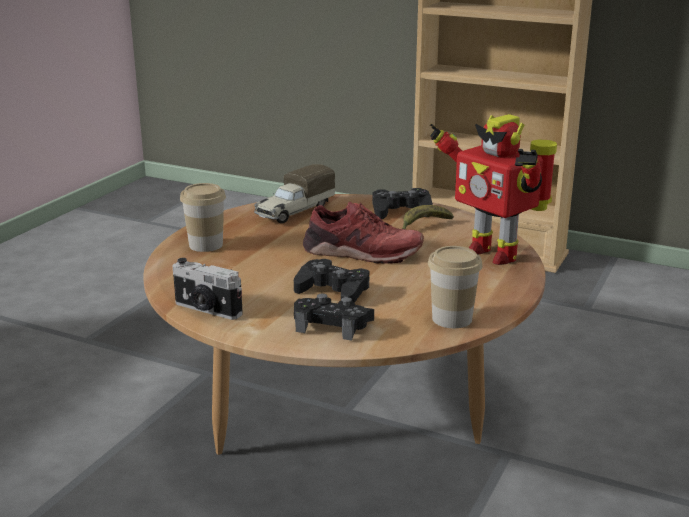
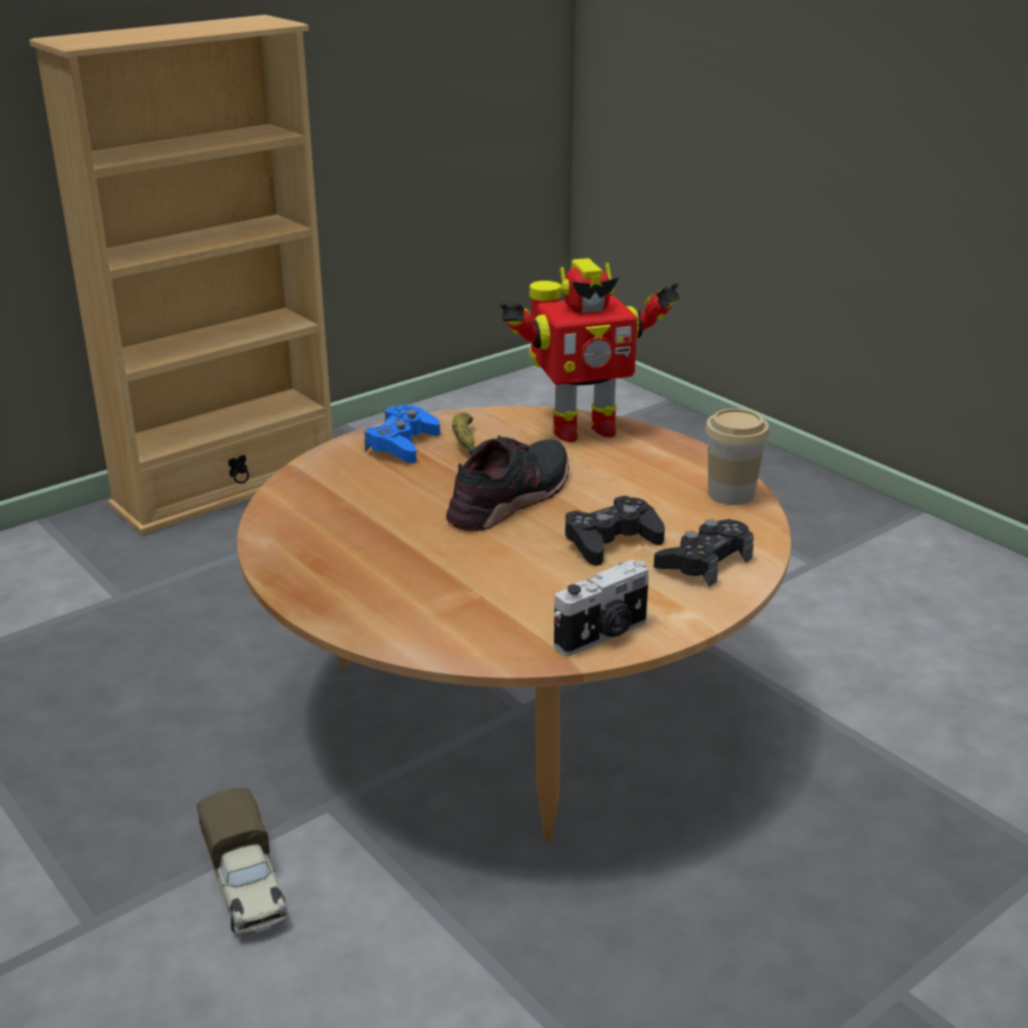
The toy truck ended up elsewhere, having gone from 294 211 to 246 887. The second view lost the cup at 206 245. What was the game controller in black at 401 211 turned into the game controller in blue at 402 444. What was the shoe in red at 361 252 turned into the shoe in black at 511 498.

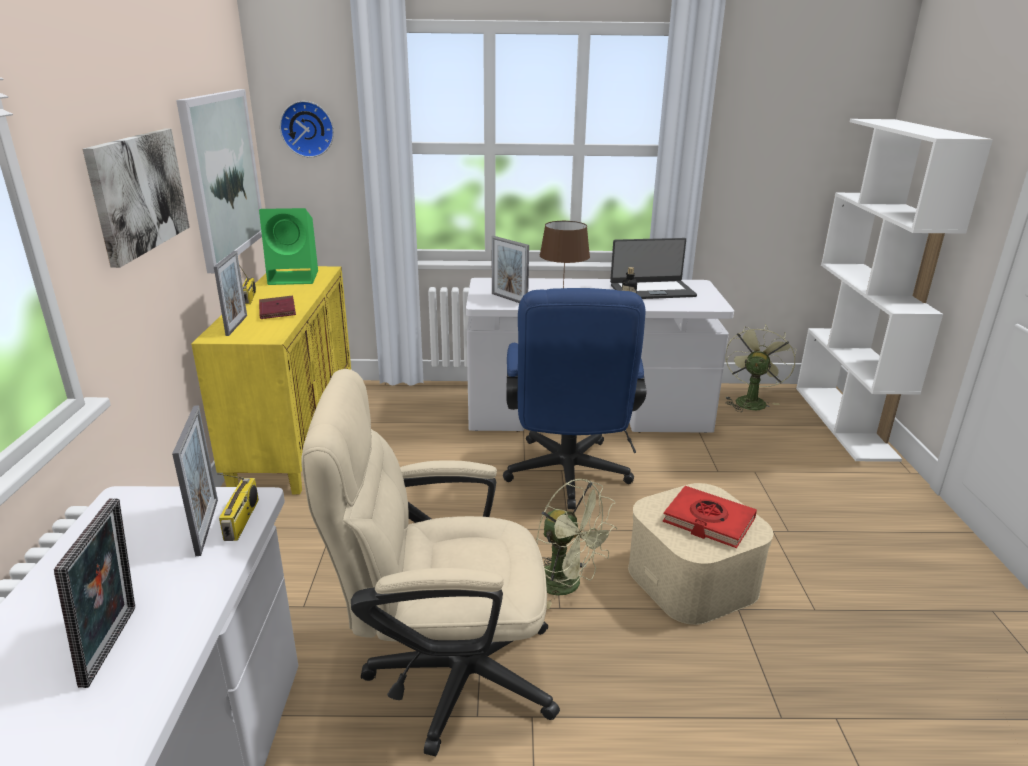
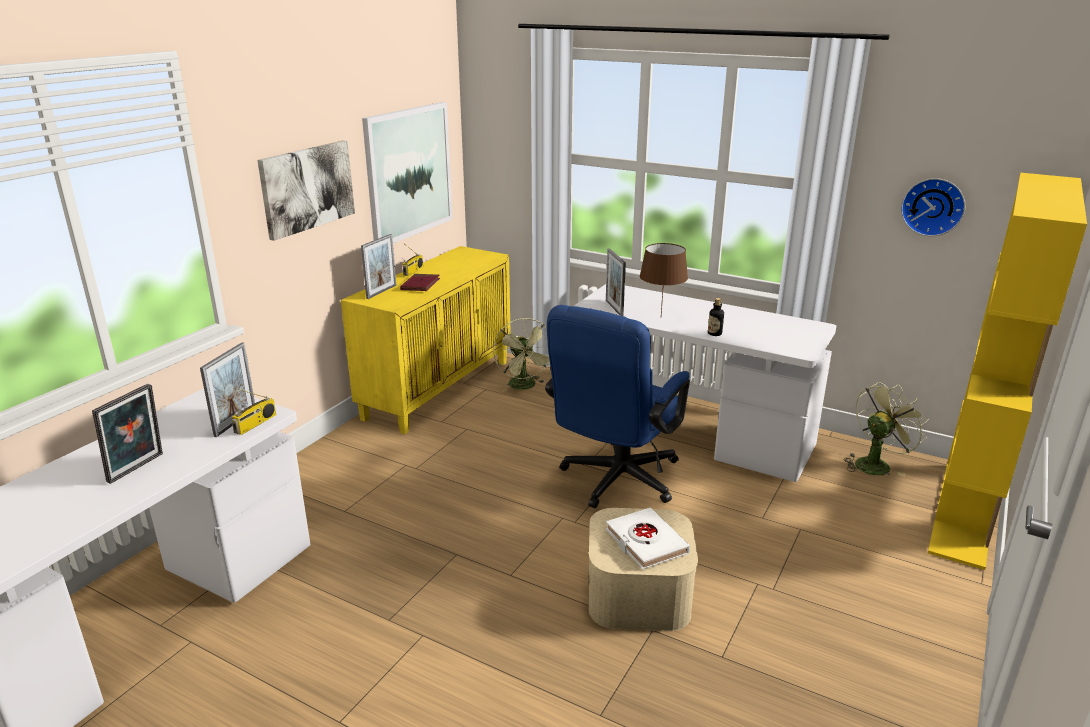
The wall clock ended up elsewhere, having gone from 308 129 to 933 206. What was the bookcase in white at 845 422 turned into the bookcase in yellow at 965 513. The second view lost the speaker in green at 295 277. The second view lost the laptop at 652 290. The second view lost the office chair in beige at 444 673. The fan in green ended up elsewhere, having gone from 567 585 to 525 386. What was the book in red at 708 521 turned into the book in white at 646 542.

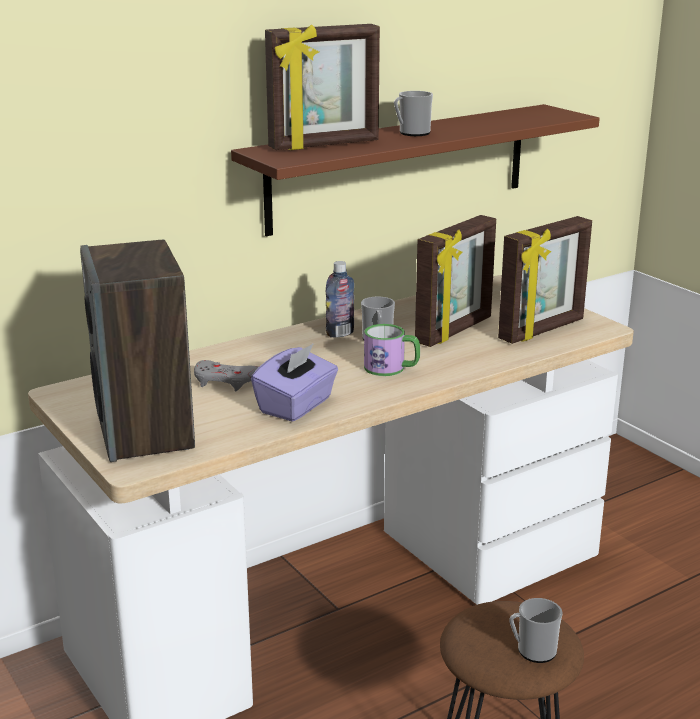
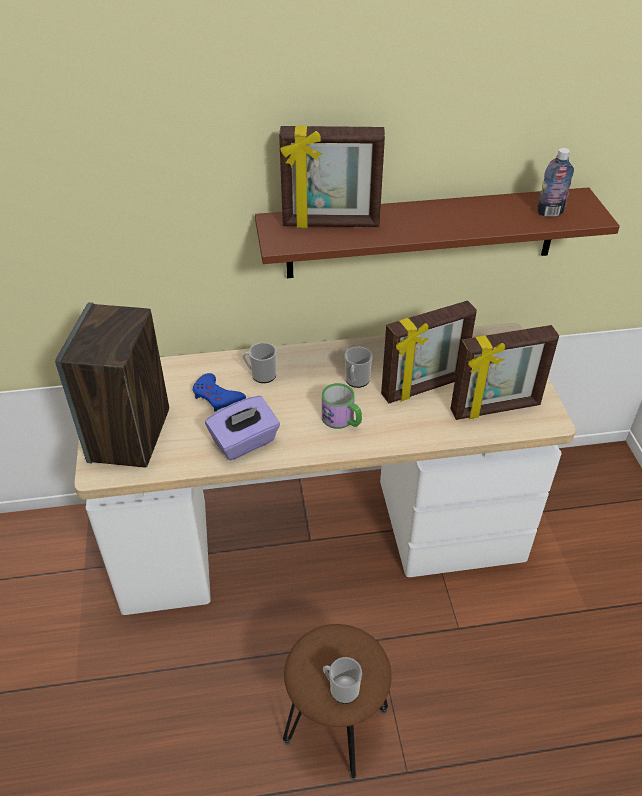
The mug ended up elsewhere, having gone from 411 133 to 261 375. The bottle ended up elsewhere, having gone from 340 333 to 549 213. What was the game controller in grey at 226 381 turned into the game controller in blue at 217 397.

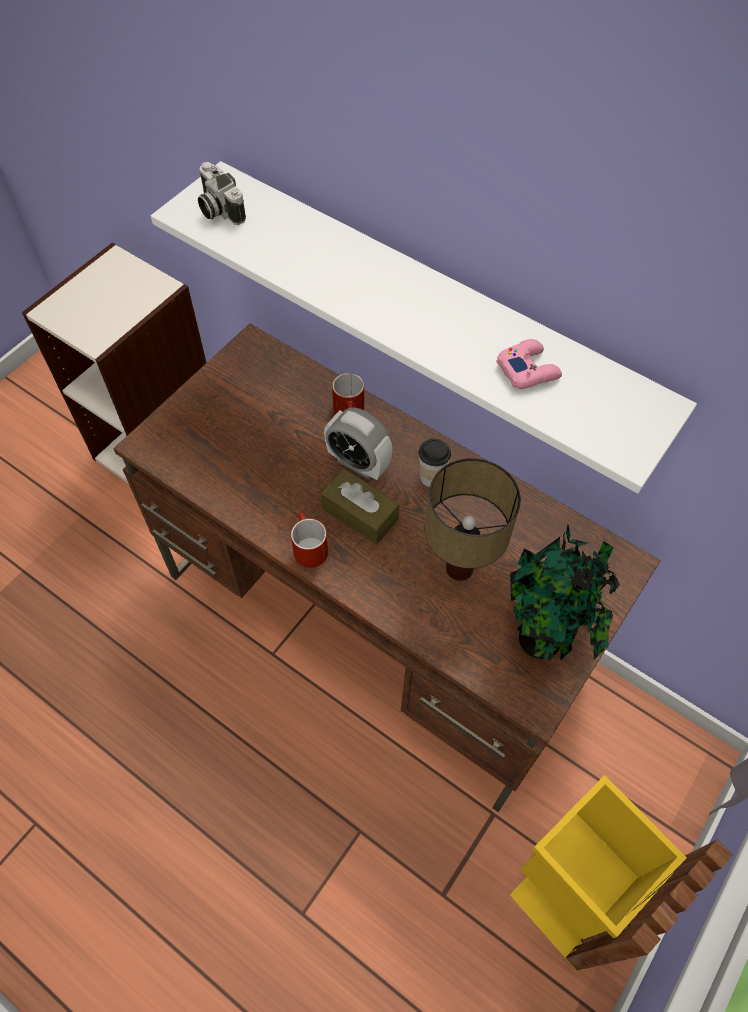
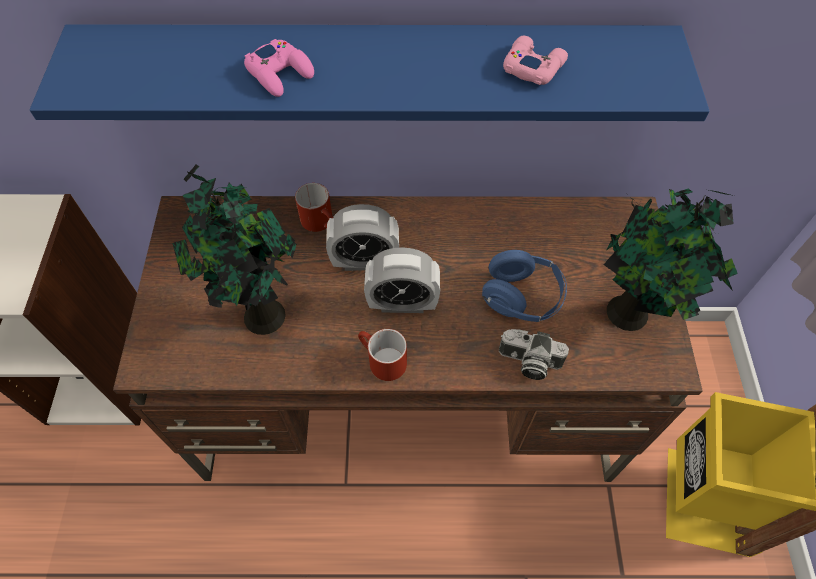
What was the shelf in white at 431 306 turned into the shelf in blue at 375 69. The photo camera ended up elsewhere, having gone from 218 209 to 528 362. The second view lost the cup at 431 477. Where the table lamp stood at 459 570, the headphones in blue came to stand at 521 298. Where the tissue box in brown stood at 360 514, the alarm clock came to stand at 402 303. The second view gained the game controller in pink at 280 73. The second view gained the potted plant at 260 315.

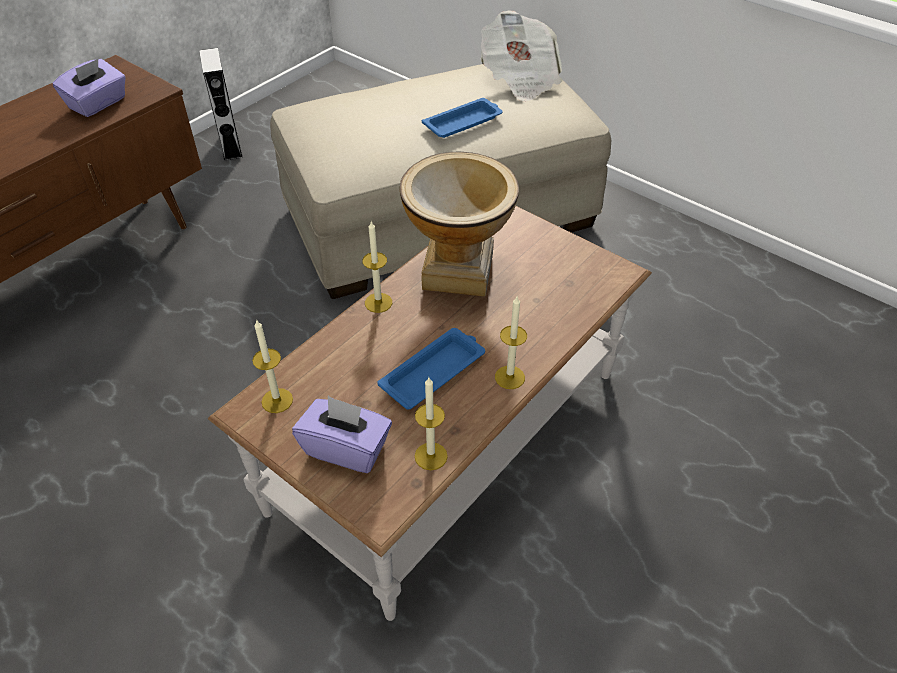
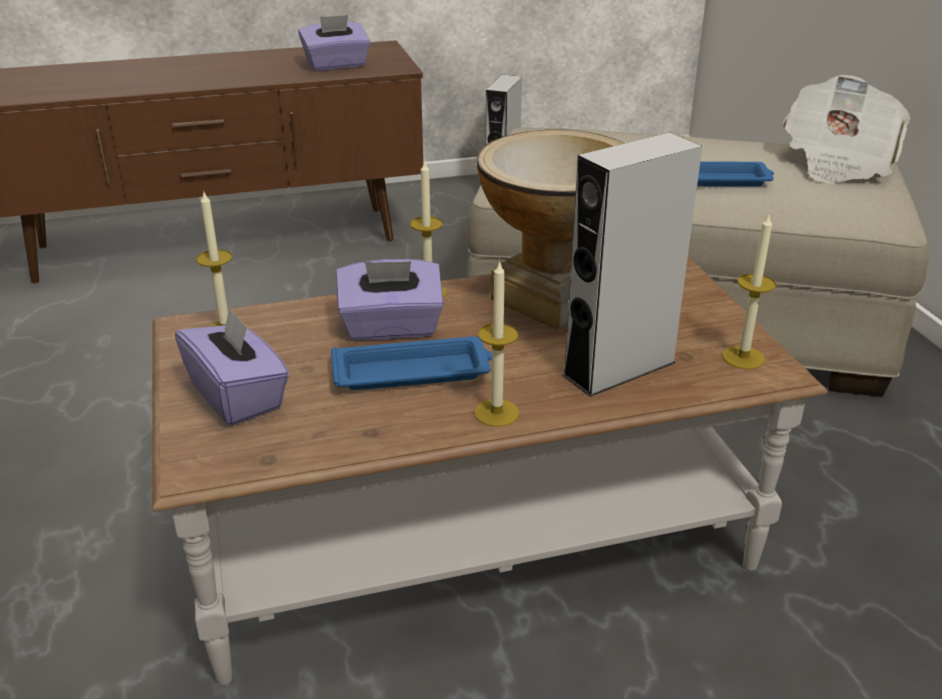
The candle ended up elsewhere, having gone from 431 456 to 743 357. The second view gained the speaker in grey at 619 369. The second view gained the tissue box in purple at 391 328.

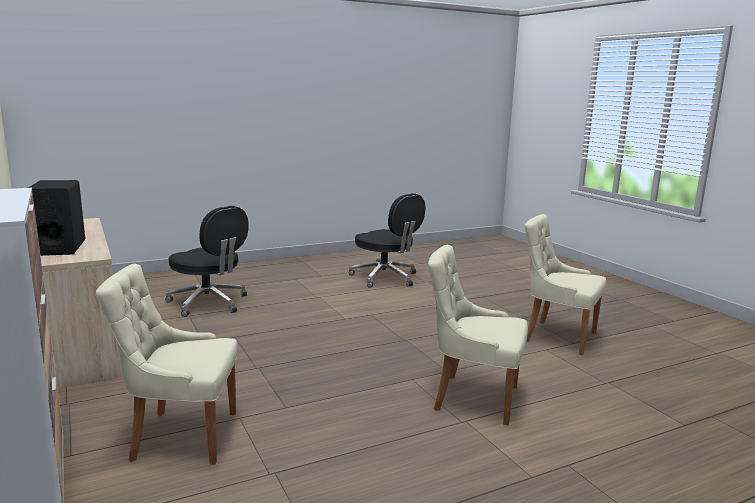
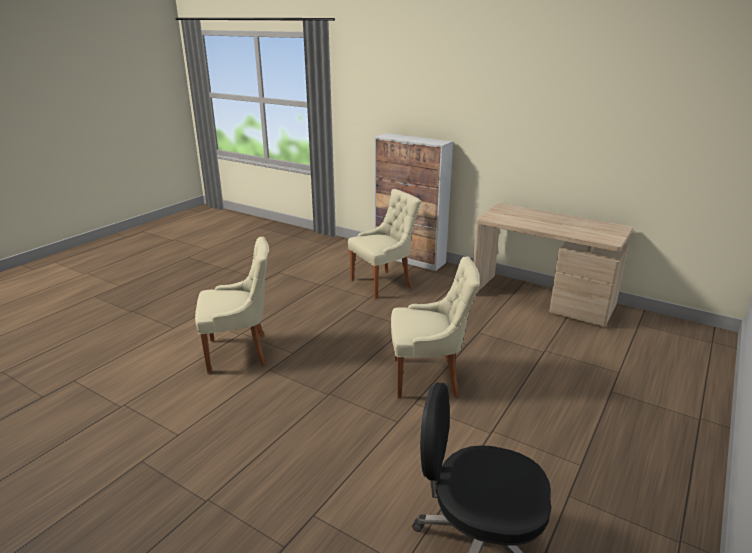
The second view lost the speaker in black at 59 248. The second view lost the office chair in black at 209 303. The chair in beige ended up elsewhere, having gone from 557 336 to 428 377.

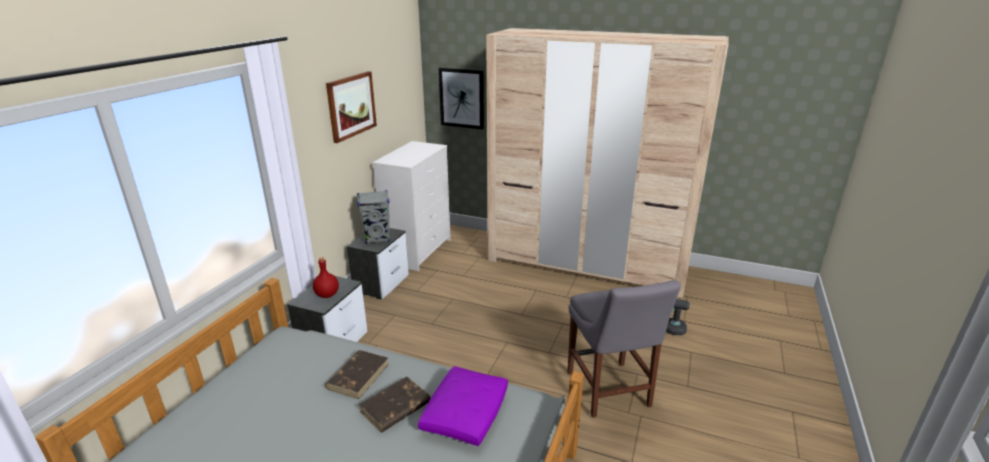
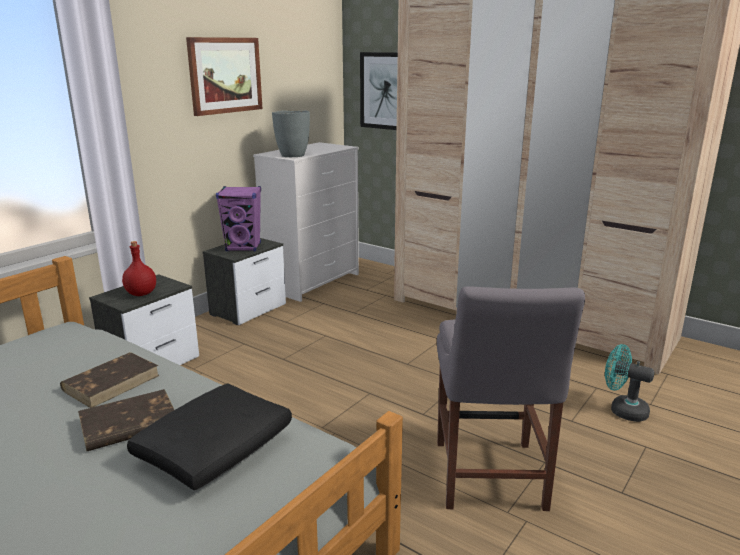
What was the speaker in grey at 377 238 turned into the speaker in purple at 243 247. What was the pillow in purple at 465 413 turned into the pillow in black at 216 448. The second view gained the vase in grey at 292 156.

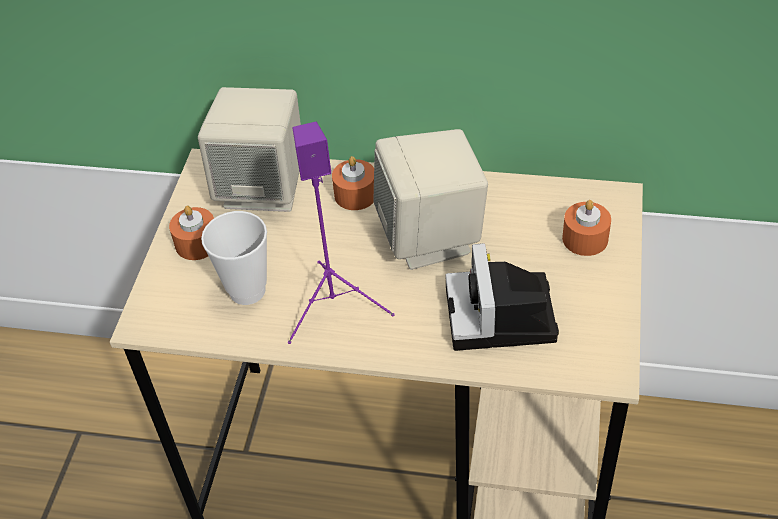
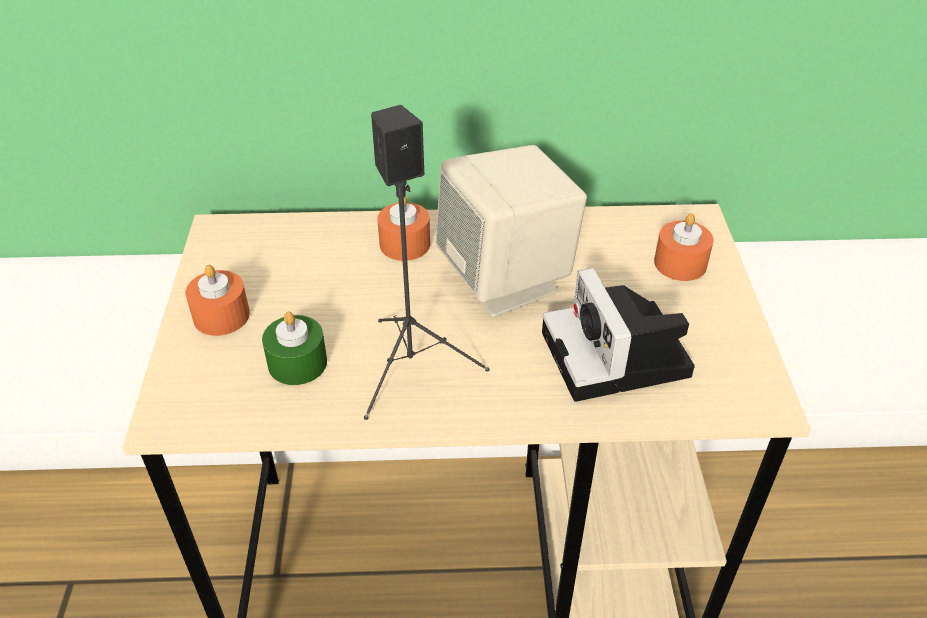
The second view lost the speaker in beige at 263 188. What was the speaker in purple at 335 305 turned into the speaker in black at 413 367. Where the cup stood at 247 291, the candle in green came to stand at 297 363.

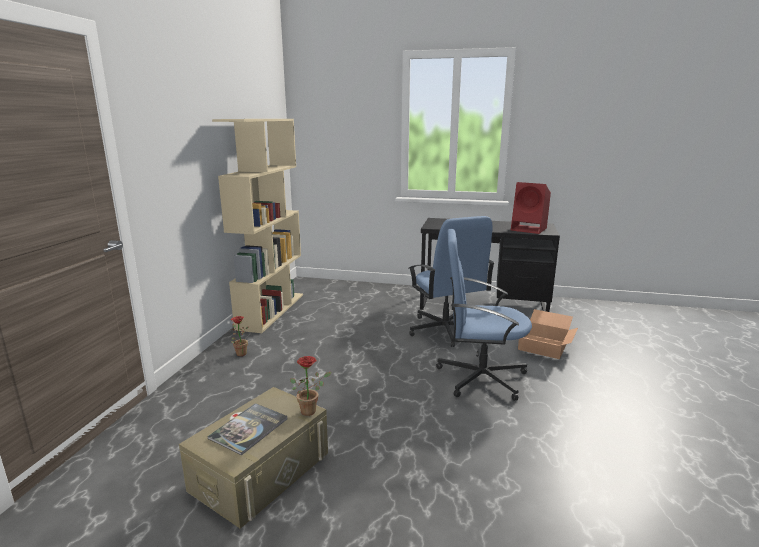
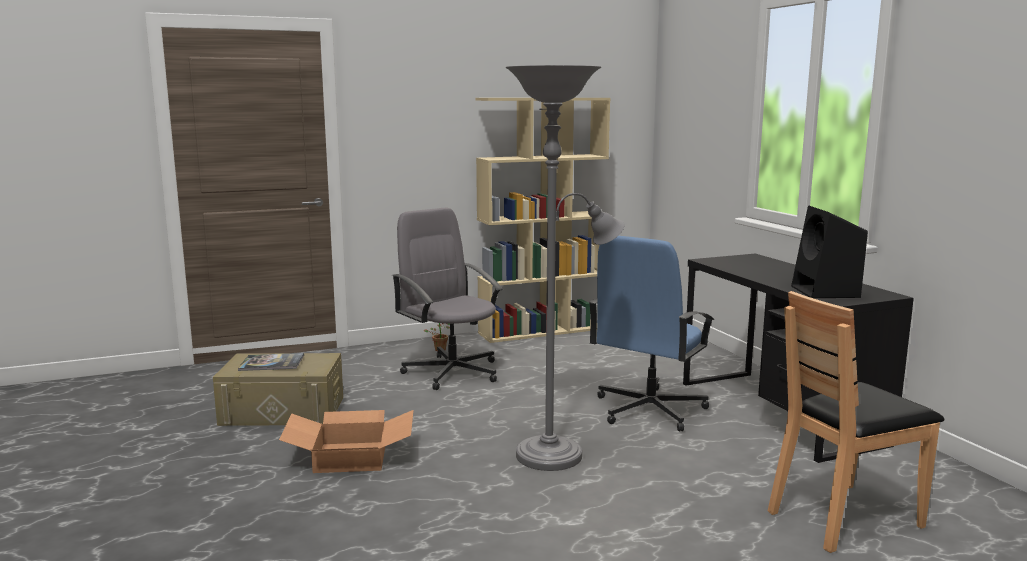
What was the speaker in red at 529 229 turned into the speaker in black at 826 292. Where the office chair in blue stood at 480 377, the floor lamp in grey came to stand at 556 453. The cardboard box ended up elsewhere, having gone from 543 346 to 349 458. The second view lost the potted plant at 311 410. The second view gained the office chair in grey at 452 371. The second view gained the chair in brown at 844 517.

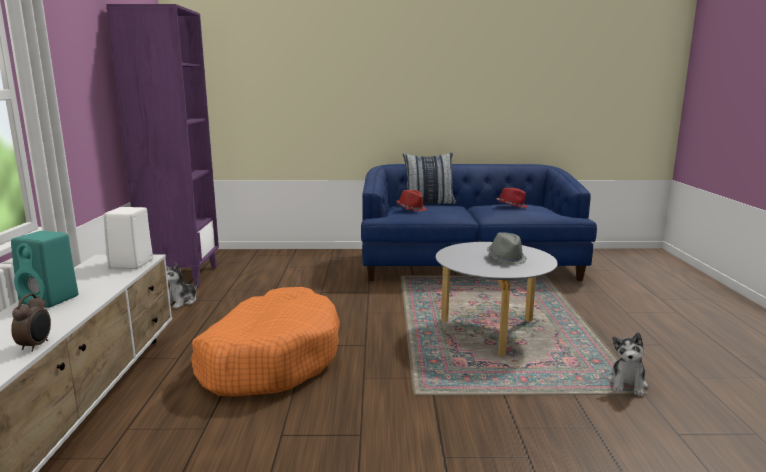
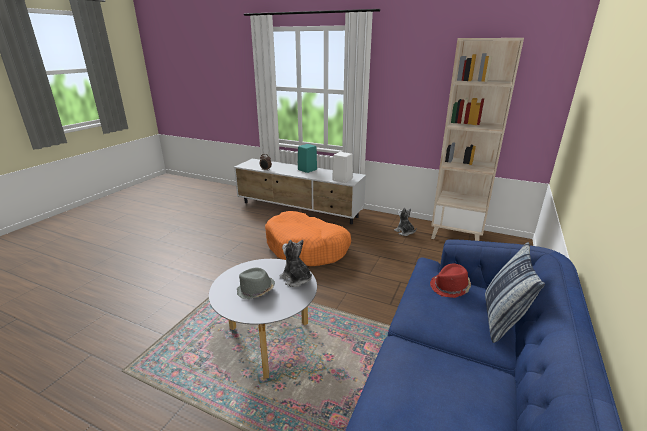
What was the bookcase in purple at 182 276 turned into the bookcase in beige at 457 235. The second view lost the hat in red at 511 206. The plush toy ended up elsewhere, having gone from 627 384 to 296 279.

